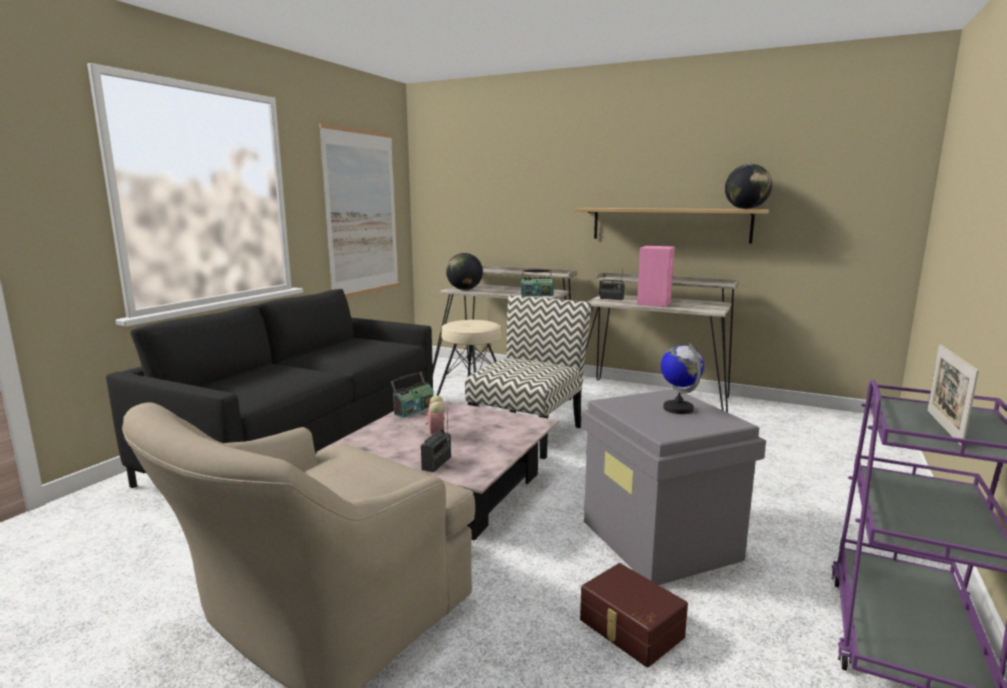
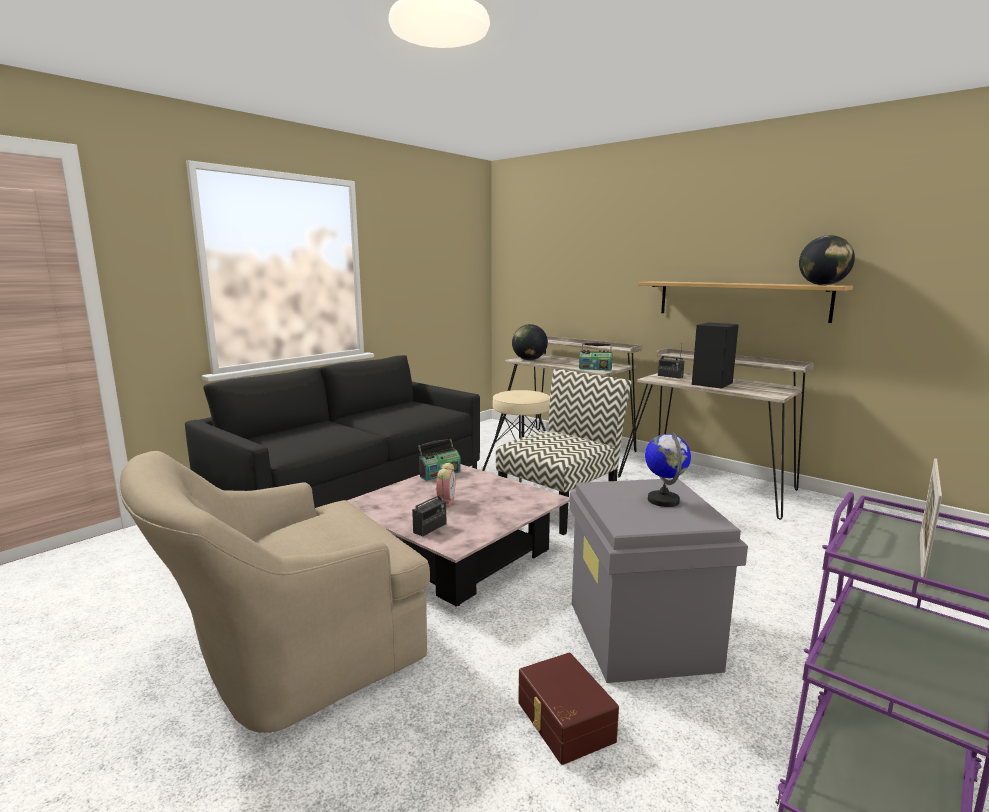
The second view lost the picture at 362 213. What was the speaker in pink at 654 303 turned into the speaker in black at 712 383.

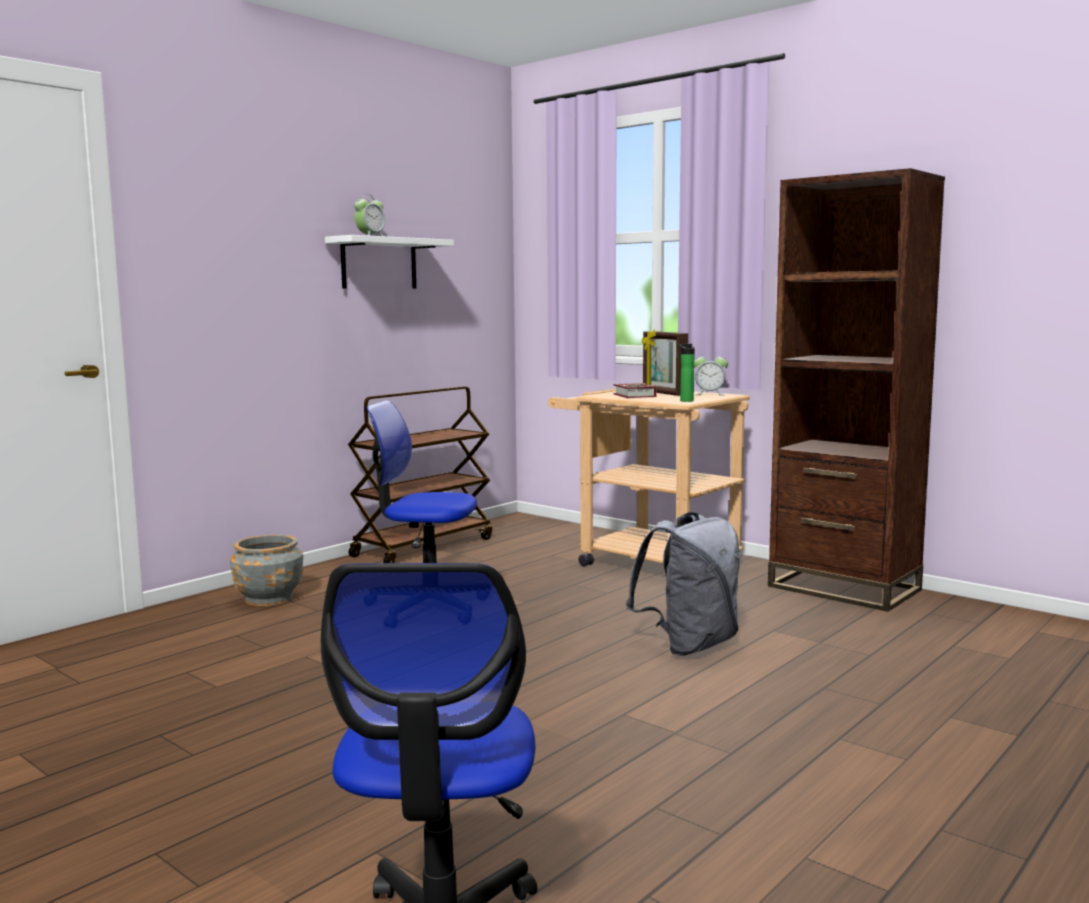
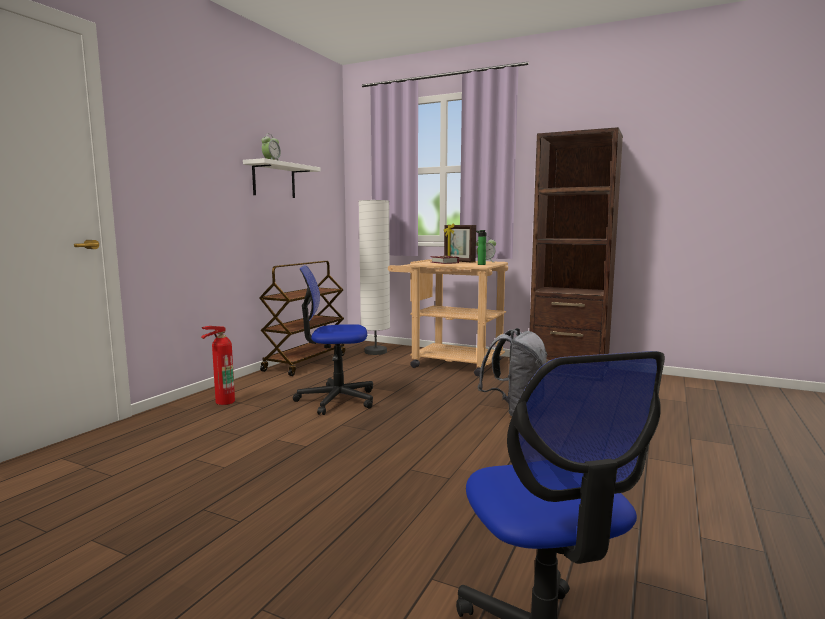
Where the planter in grey stood at 269 598, the fire extinguisher came to stand at 222 402. The second view gained the floor lamp in white at 375 352.

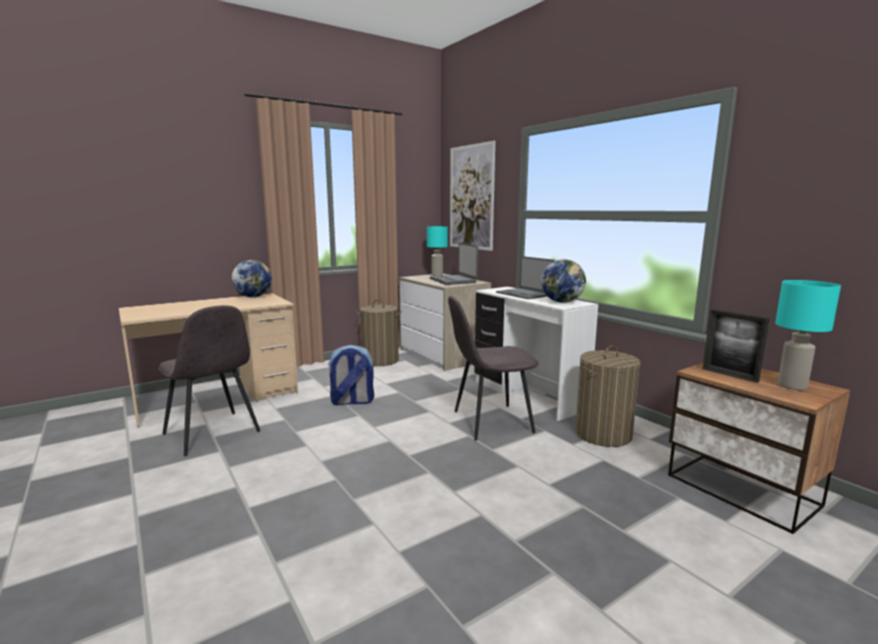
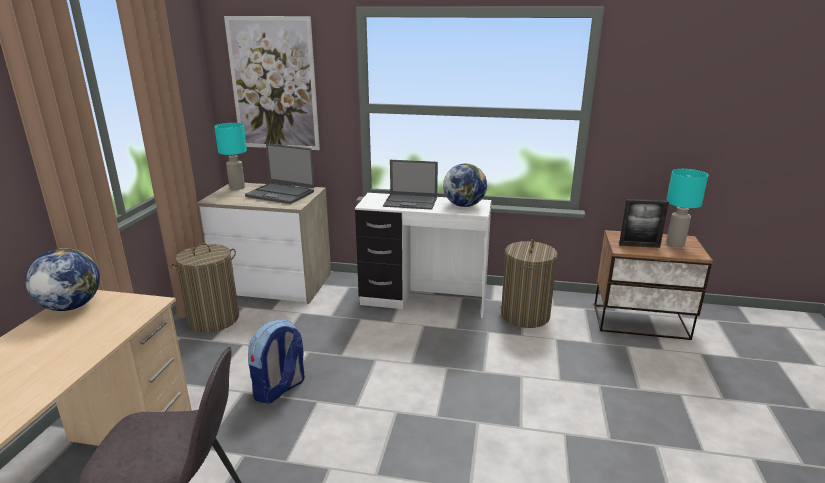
The second view lost the chair in grey at 490 422.

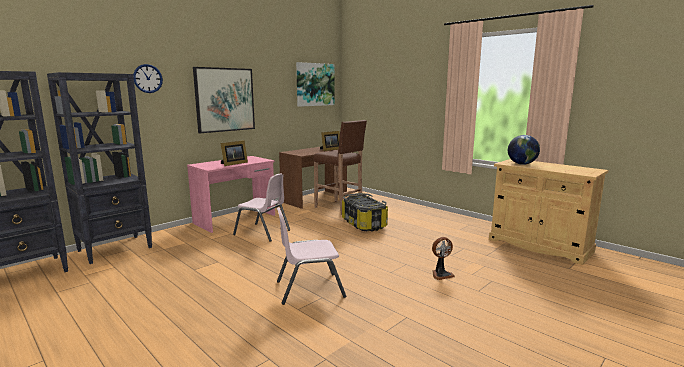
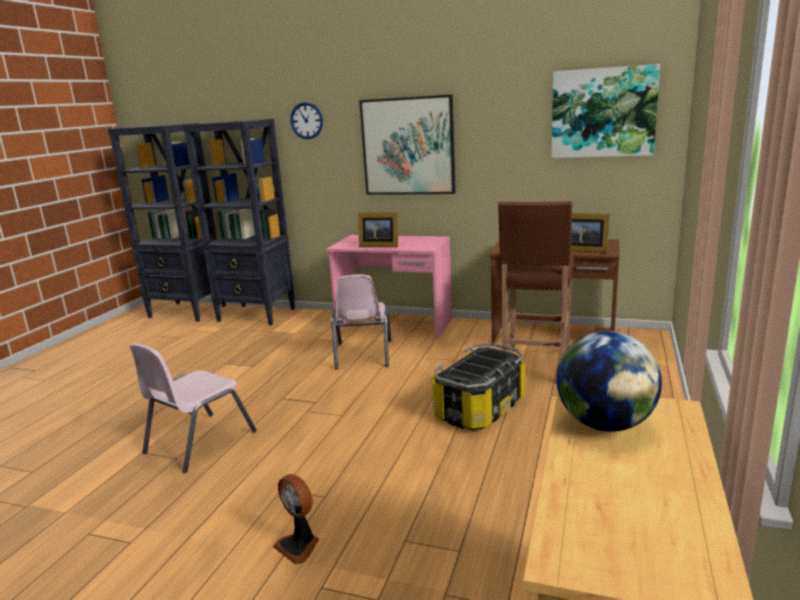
The chair in pink at 309 289 ended up facing another way, 105 degrees counterclockwise from before.

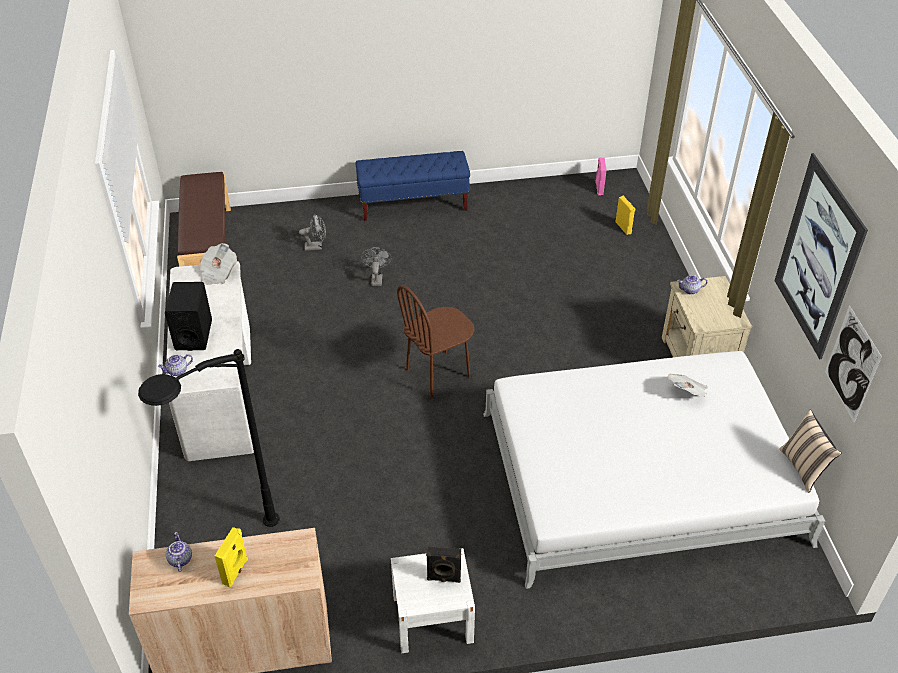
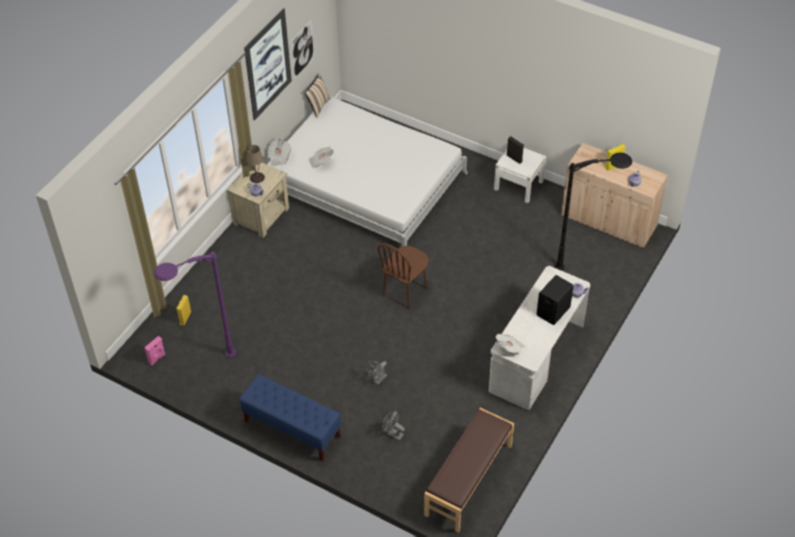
The chair in brown at 438 373 ended up facing another way, 120 degrees clockwise from before. The second view gained the newspaper at 278 158. The second view gained the table lamp in beige at 257 178. The second view gained the floor lamp in purple at 200 367.

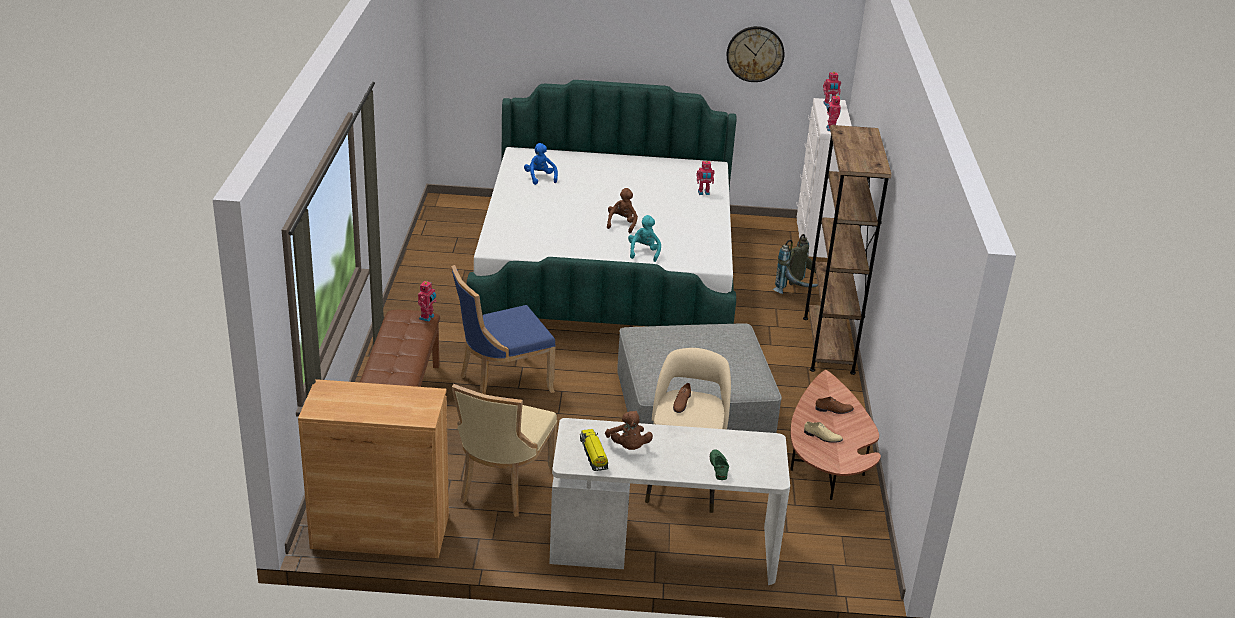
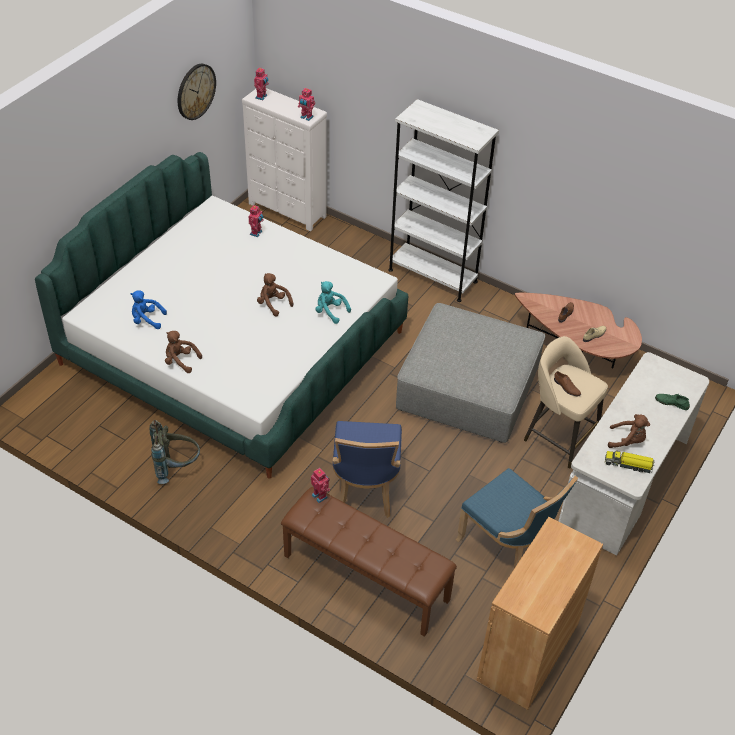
What was the bookcase in brown at 828 345 turned into the bookcase in white at 432 276. The backpack in grey ended up elsewhere, having gone from 798 294 to 176 467. What was the chair in beige at 503 486 turned into the chair in blue at 508 546. The second view gained the plush toy in brown at 180 361.

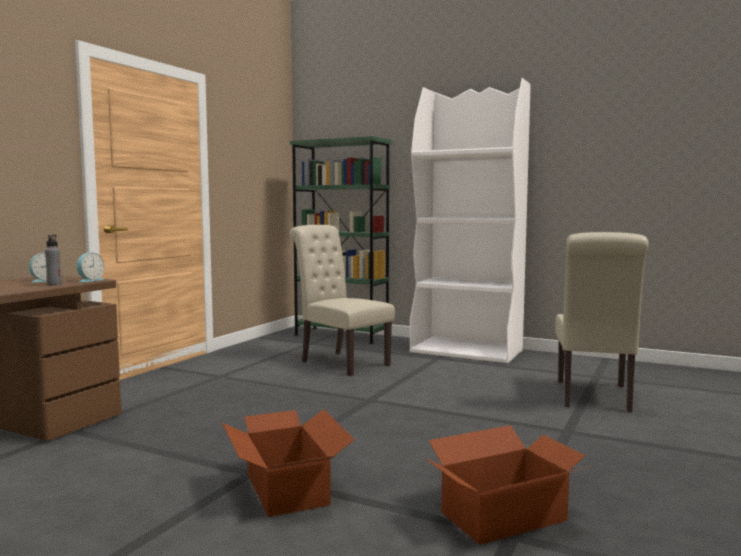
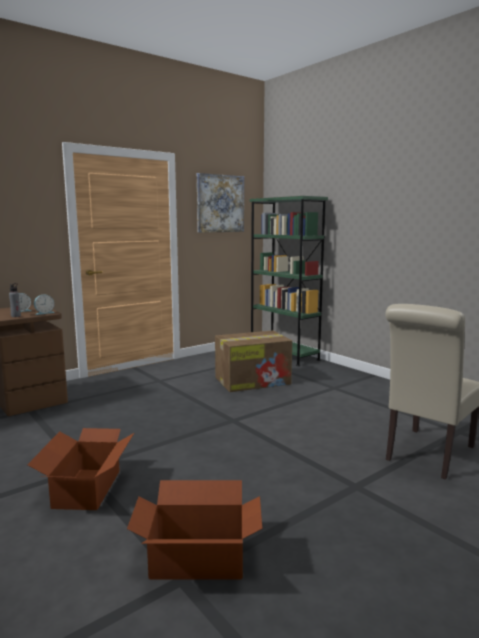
The second view lost the bookcase in white at 467 351. Where the chair in beige stood at 340 362, the cardboard box came to stand at 253 381. The second view gained the picture at 220 203.

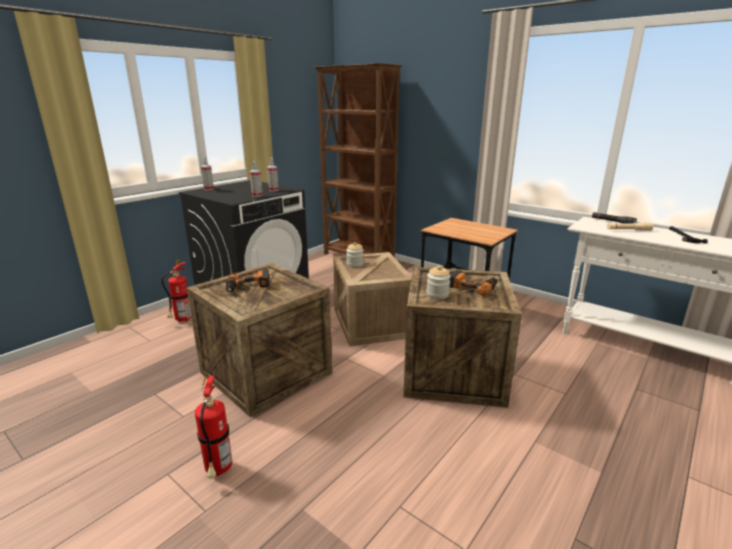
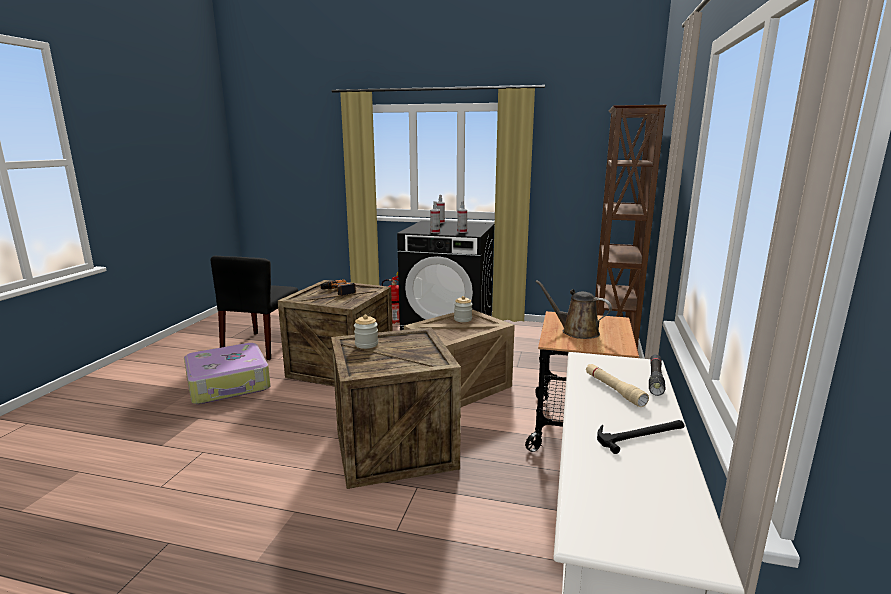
The second view lost the power drill at 472 286. Where the fire extinguisher stood at 218 471, the suitcase came to stand at 229 384. The second view gained the chair in black at 261 346. The second view gained the watering can in brown at 576 332.

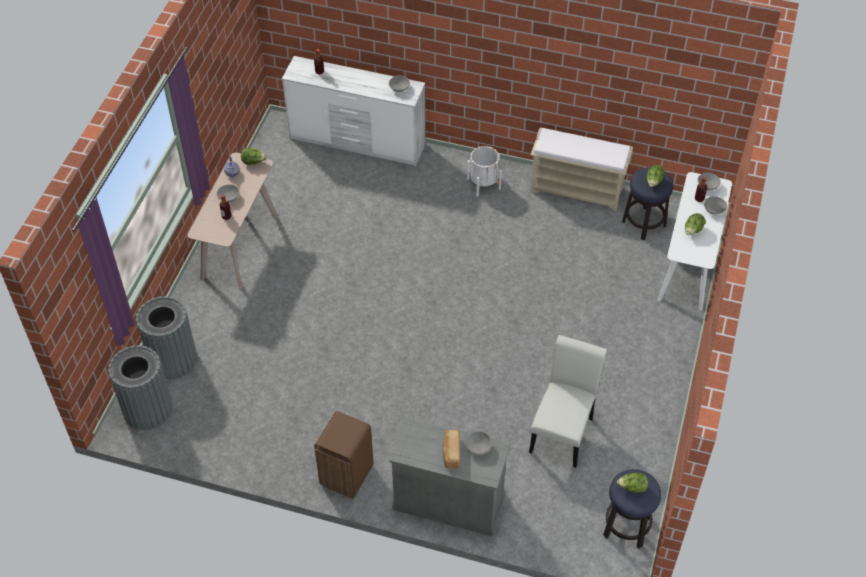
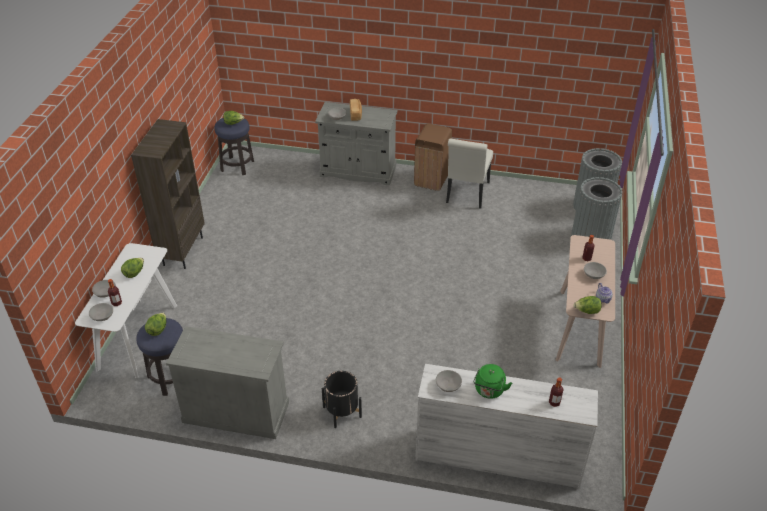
Where the bench in beige stood at 577 190, the cabinet in grey came to stand at 236 412. What was the planter in white at 483 184 turned into the planter in black at 342 412. The chair in white ended up elsewhere, having gone from 563 431 to 467 195. The second view gained the bookcase in brown at 182 251. The second view gained the kettle in green at 489 391.

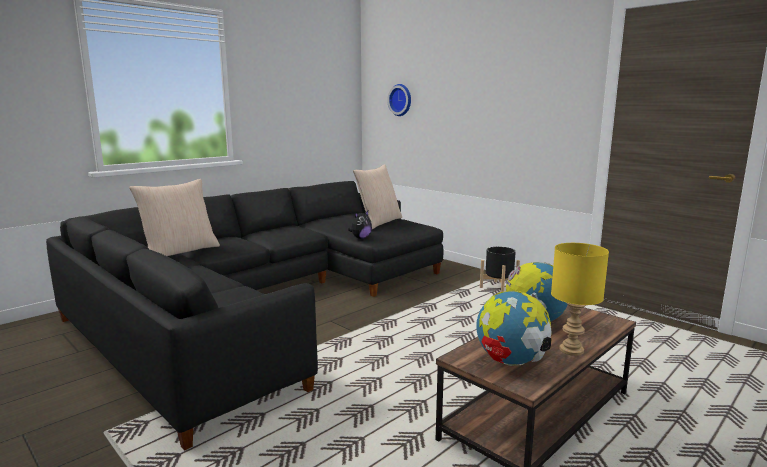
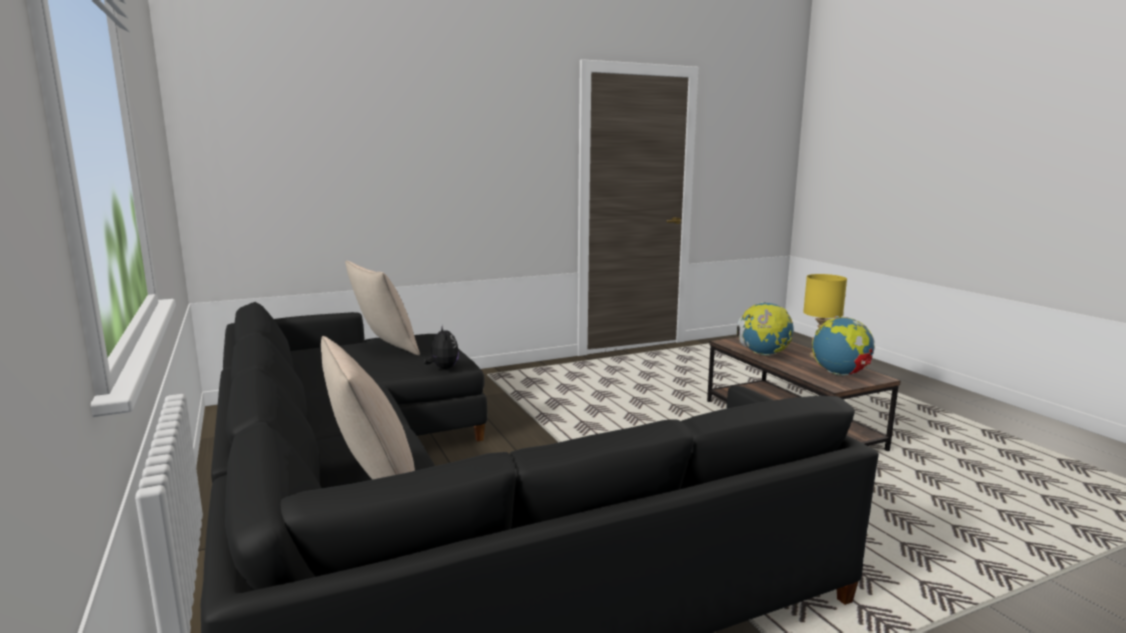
The second view lost the wall clock at 401 100. The second view lost the planter in black at 498 288.

